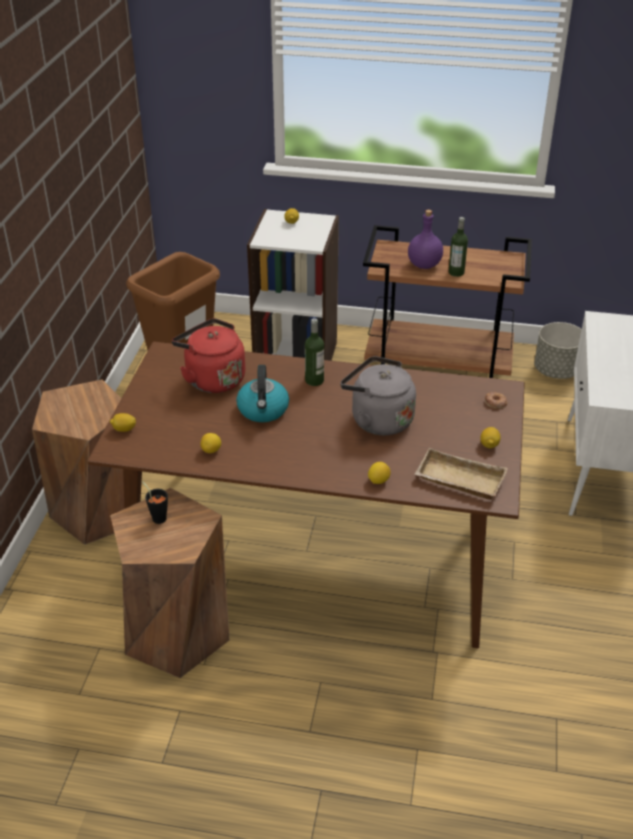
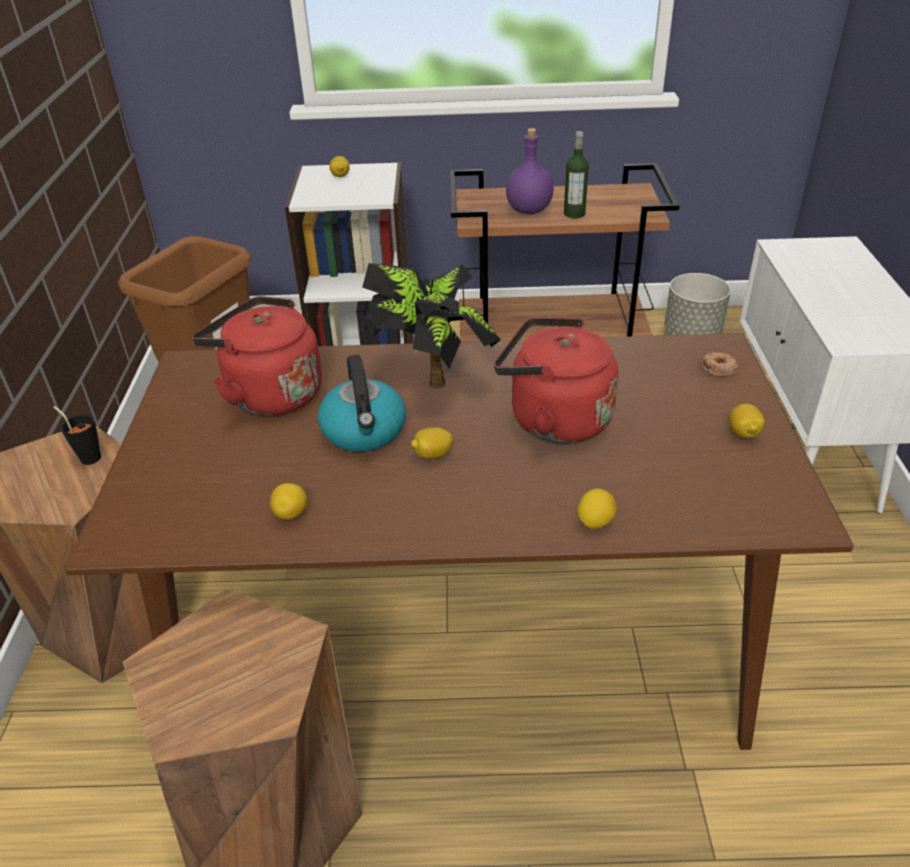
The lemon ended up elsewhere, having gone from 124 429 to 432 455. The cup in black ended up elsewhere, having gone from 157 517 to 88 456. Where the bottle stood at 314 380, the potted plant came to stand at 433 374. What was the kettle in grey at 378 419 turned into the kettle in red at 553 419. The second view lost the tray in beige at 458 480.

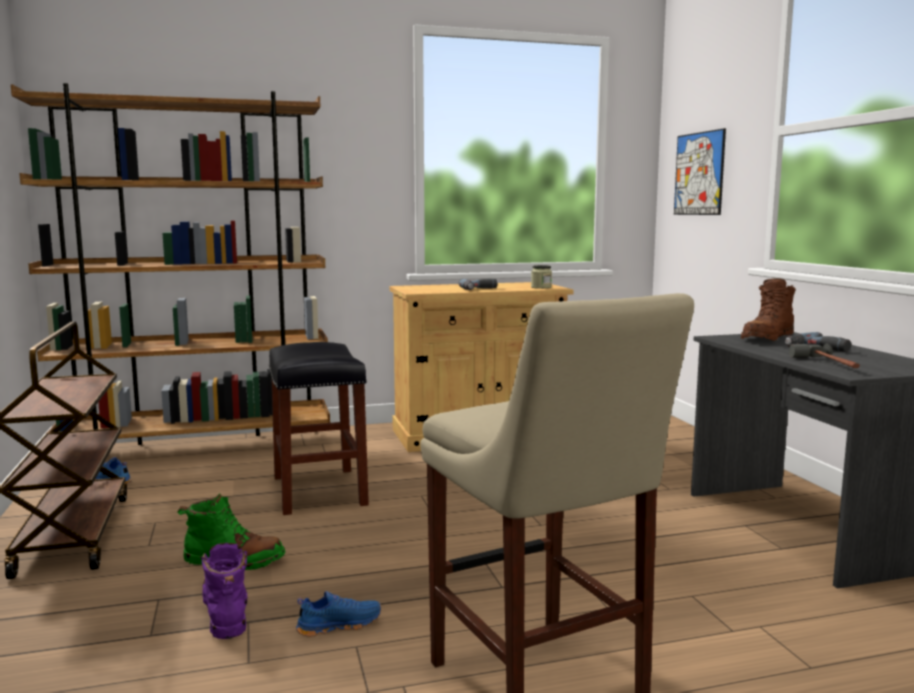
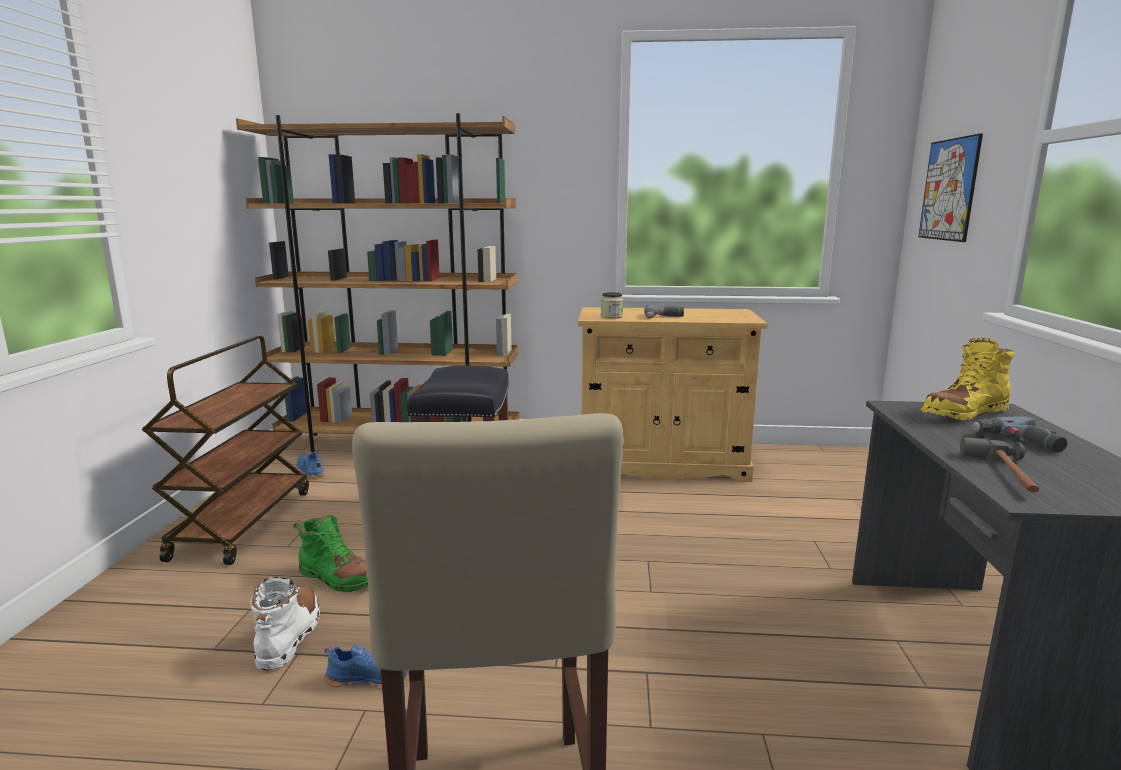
What was the boot in purple at 226 610 turned into the boot in white at 290 635. The jar ended up elsewhere, having gone from 541 287 to 611 316. What was the boot in brown at 767 338 turned into the boot in yellow at 963 413.

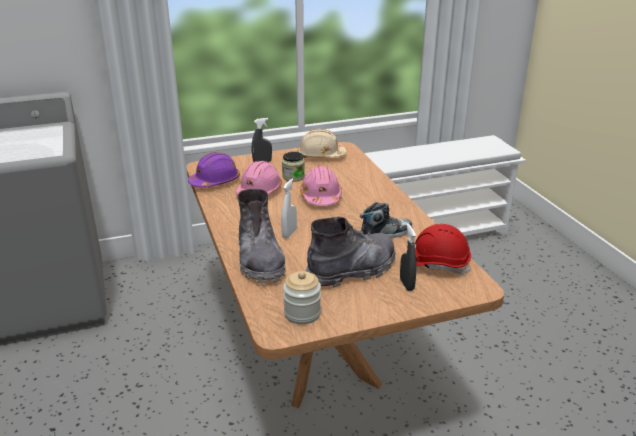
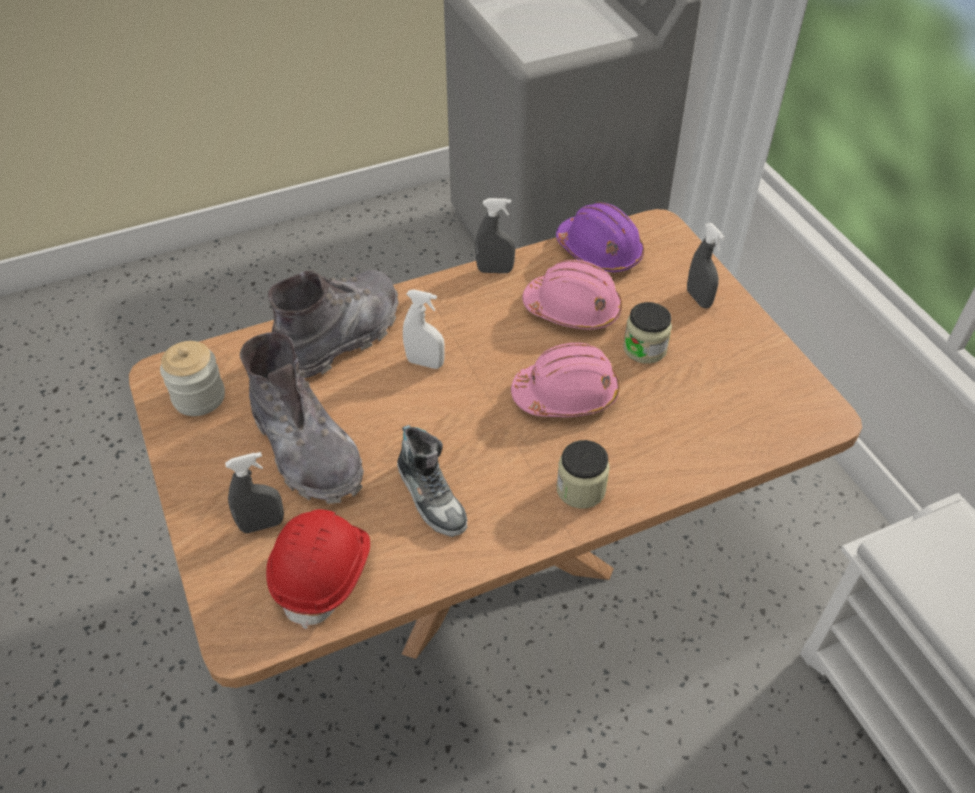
The boot in grey at 260 260 ended up facing another way, 150 degrees clockwise from before. The second view lost the hard hat in beige at 321 156. The second view gained the spray bottle in grey at 495 270. The second view gained the jar at 581 489.

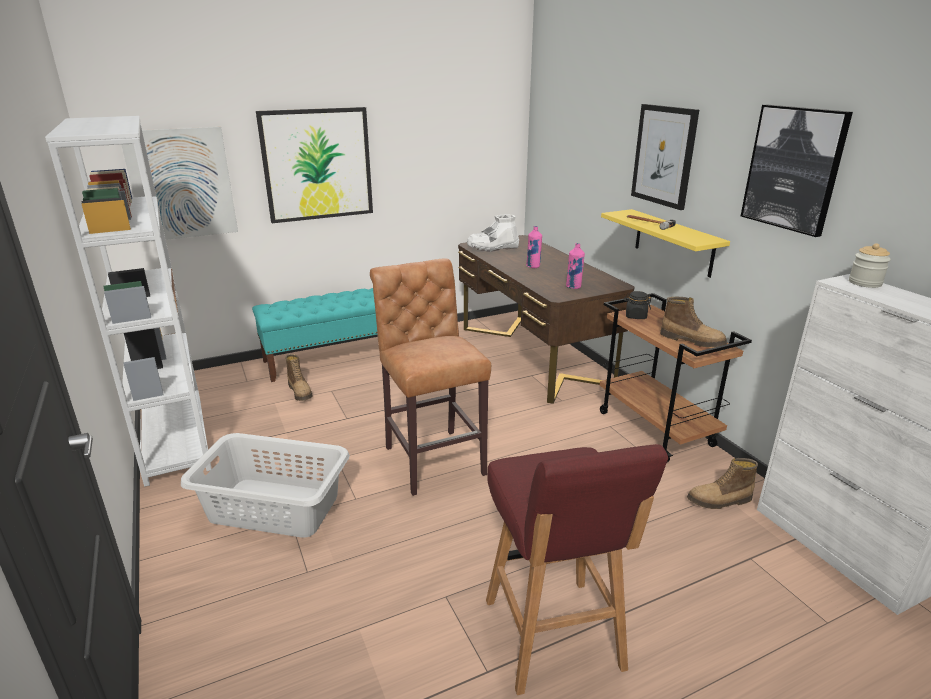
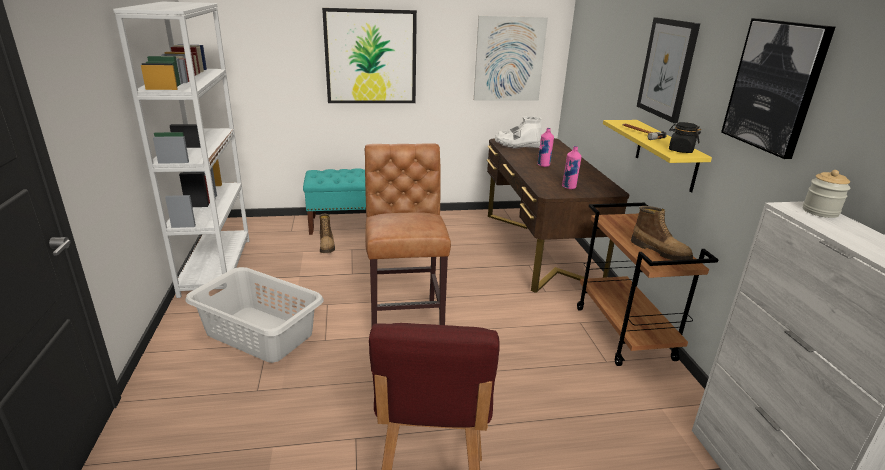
The picture ended up elsewhere, having gone from 182 184 to 509 59. The jar in black ended up elsewhere, having gone from 635 316 to 680 150. The second view lost the boot at 720 501.

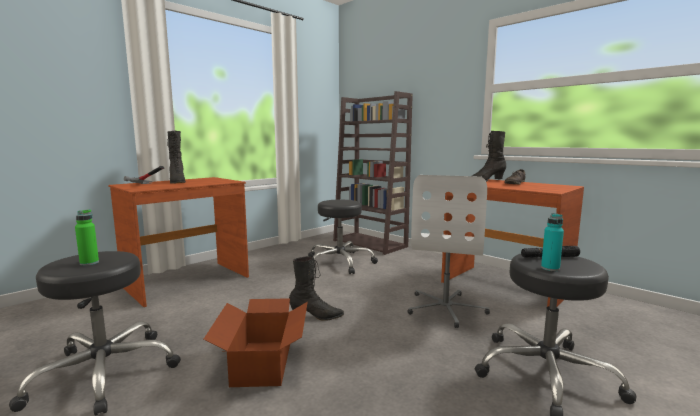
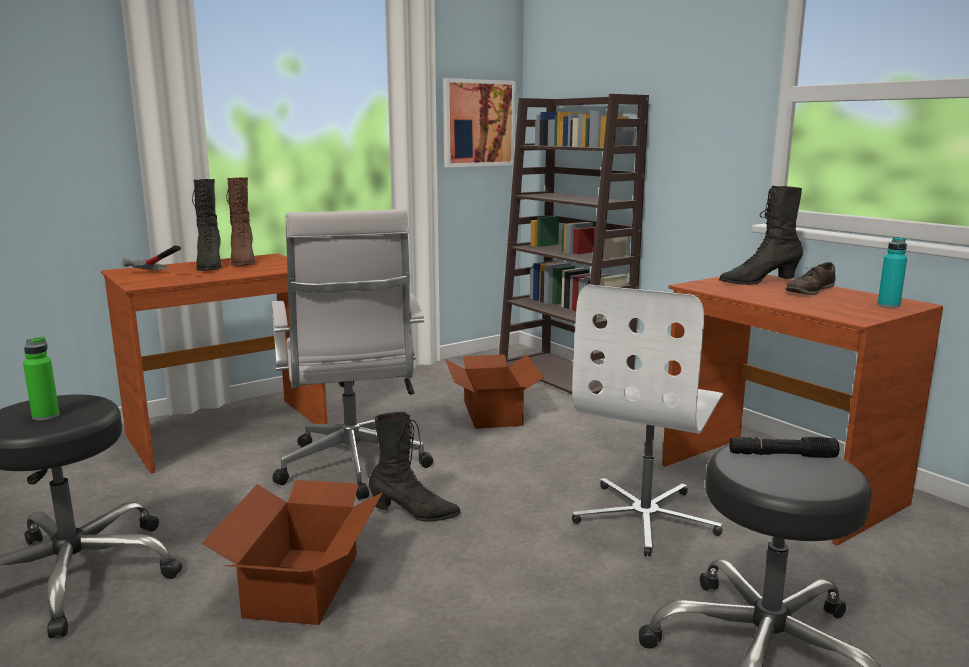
Where the stool in black stood at 340 262, the cardboard box came to stand at 493 413. The bottle in turquoise ended up elsewhere, having gone from 550 268 to 888 305. The second view gained the boot in brown at 243 262. The second view gained the office chair in white at 353 469. The second view gained the picture at 478 123.

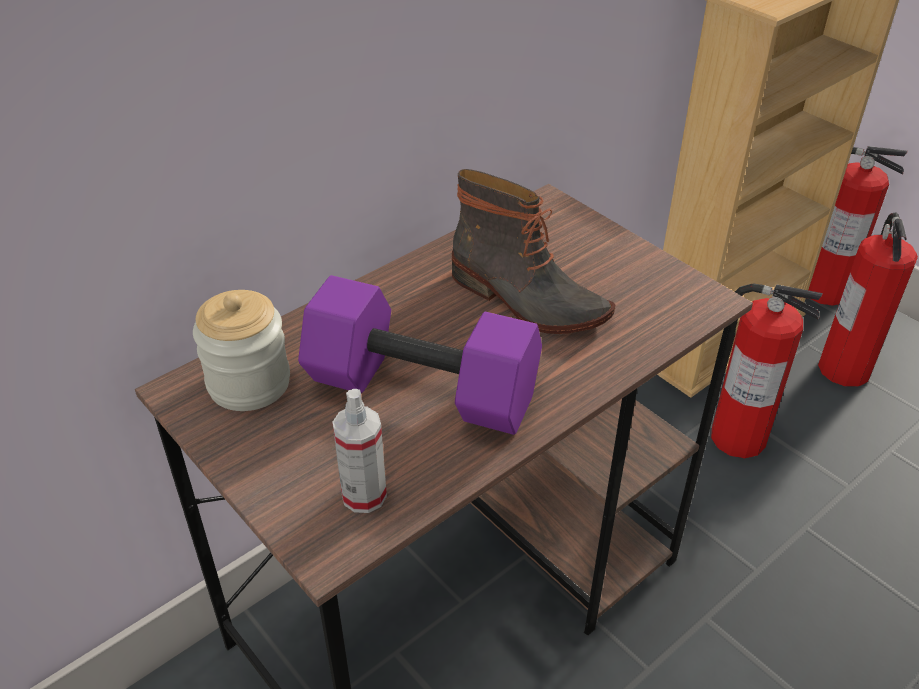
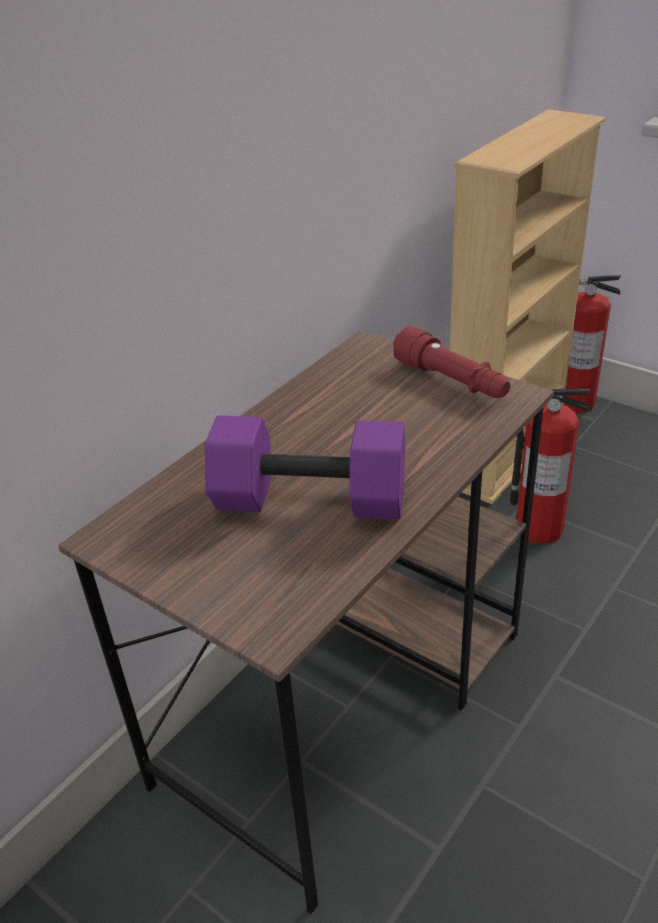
The second view lost the jar at 249 383. The second view lost the spray bottle at 364 495. The second view lost the boot at 526 301. The second view lost the fire extinguisher at 844 368. The second view gained the flashlight in red at 452 381.

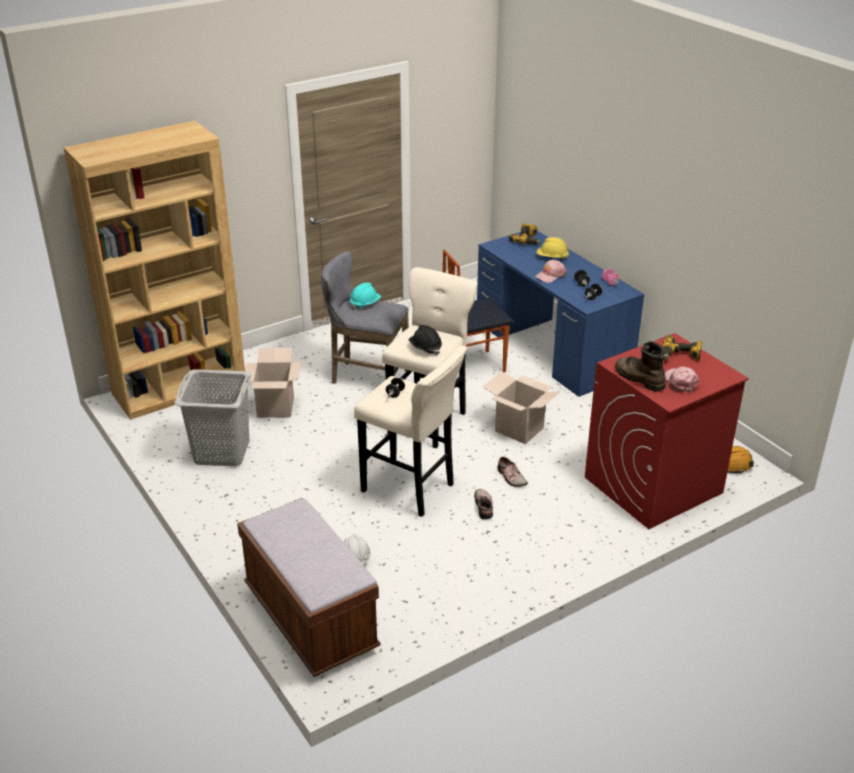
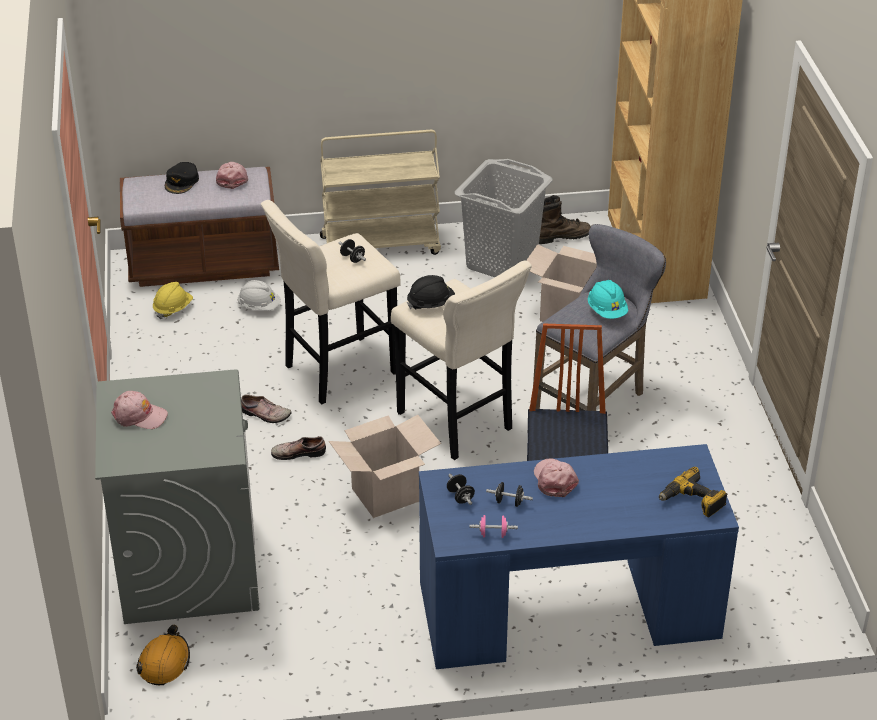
The hard hat in yellow ended up elsewhere, having gone from 552 258 to 173 309. What was the washing machine in red at 652 485 turned into the washing machine in grey at 189 566. The boot in brown ended up elsewhere, having gone from 638 379 to 562 236. The second view lost the power drill at 680 356. The second view gained the cap in black at 182 182. The second view gained the cap in pink at 232 178. The second view gained the cart in beige at 381 245.

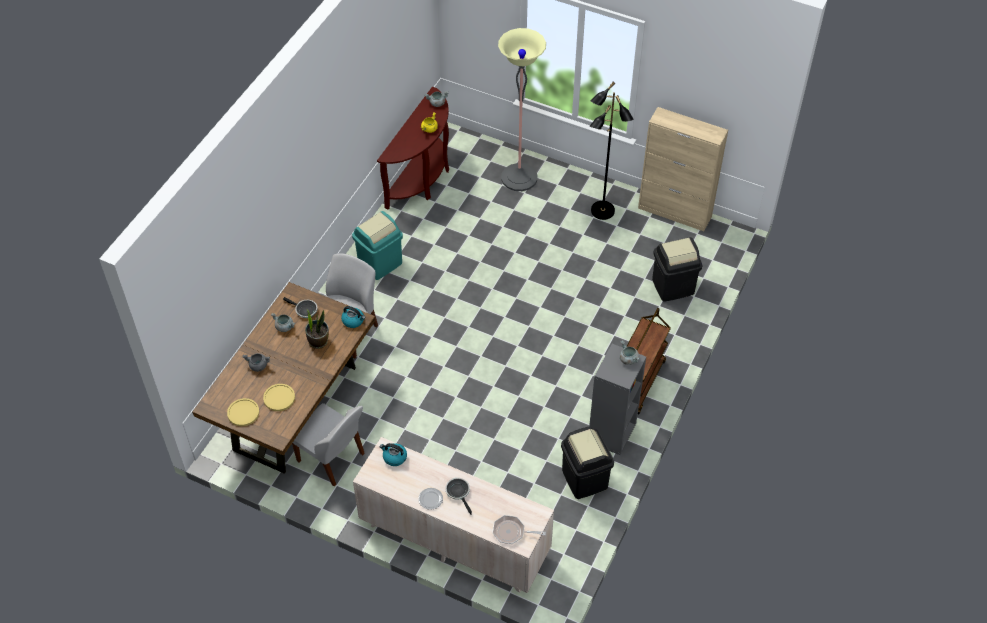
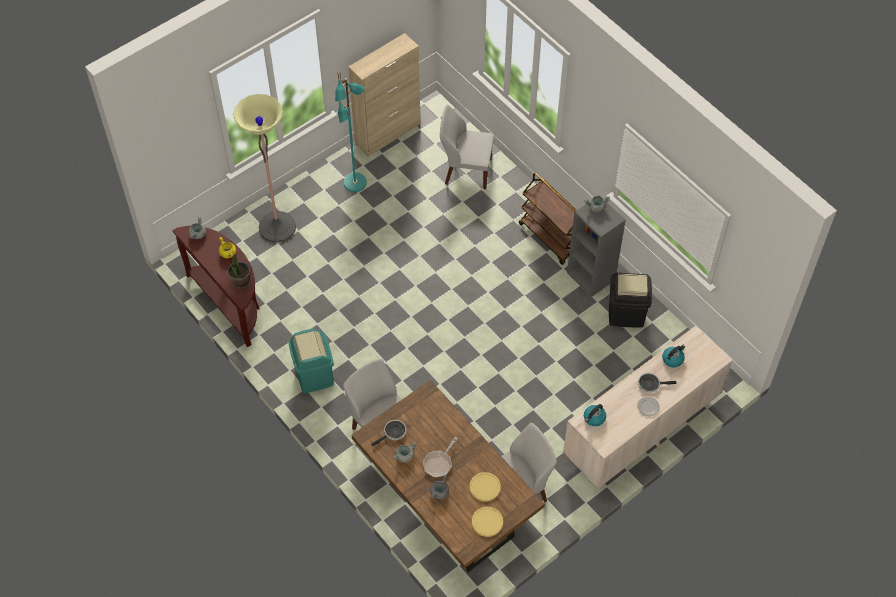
The potted plant ended up elsewhere, having gone from 318 341 to 241 281. The kettle ended up elsewhere, having gone from 353 321 to 673 359. The frying pan ended up elsewhere, having gone from 511 532 to 439 463. What was the floor lamp in black at 602 211 turned into the floor lamp in turquoise at 355 183. Where the trash can in black stood at 673 286, the chair in white came to stand at 466 171.

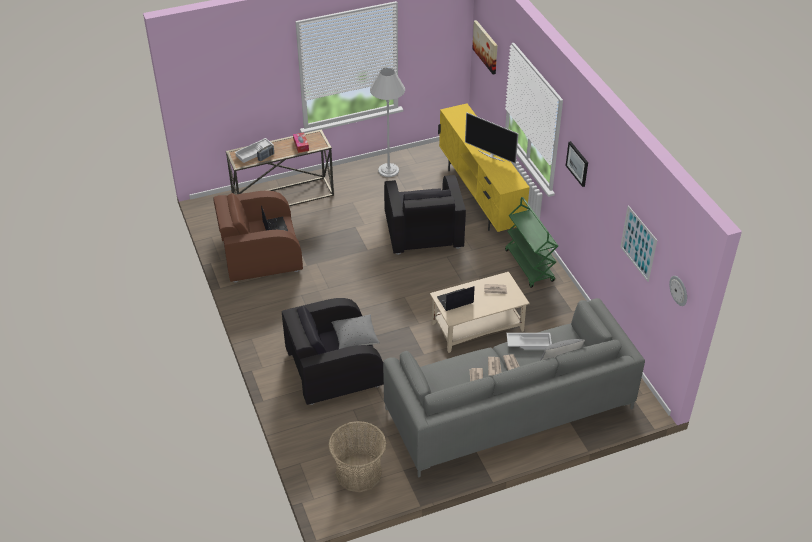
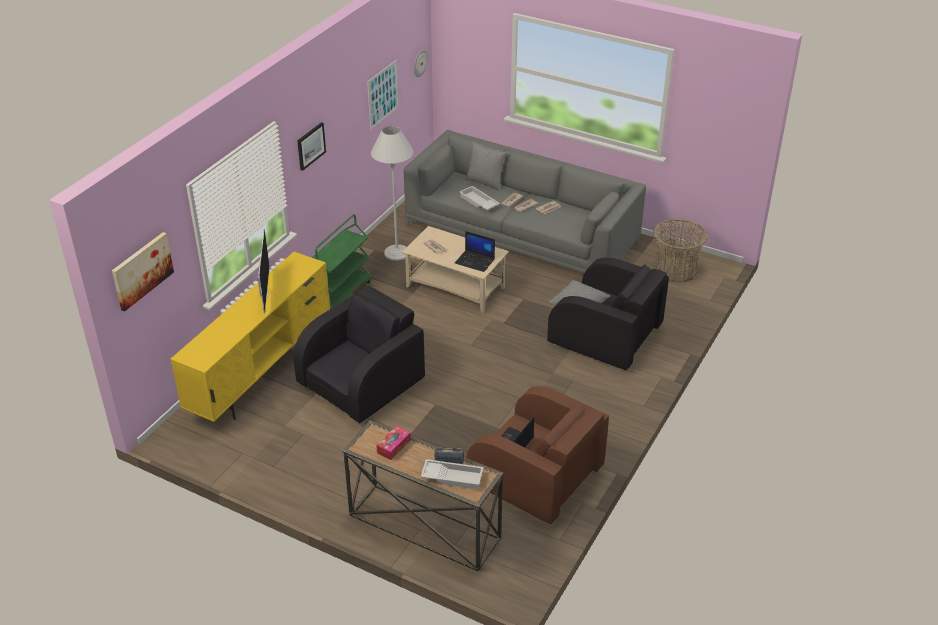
The floor lamp in white ended up elsewhere, having gone from 388 170 to 396 253.

